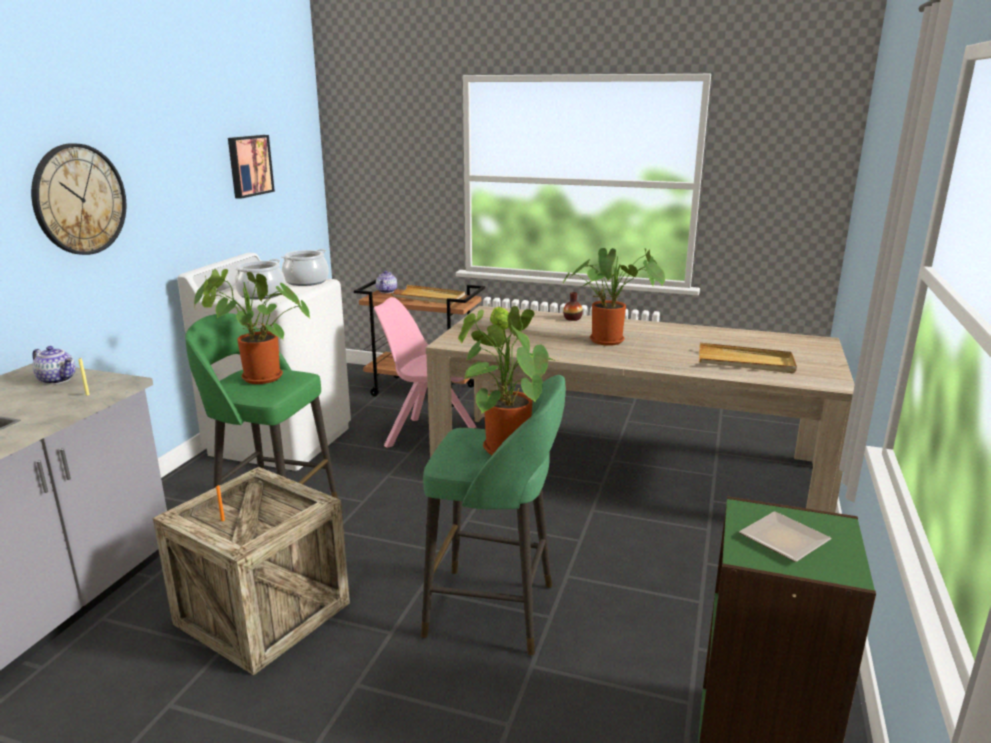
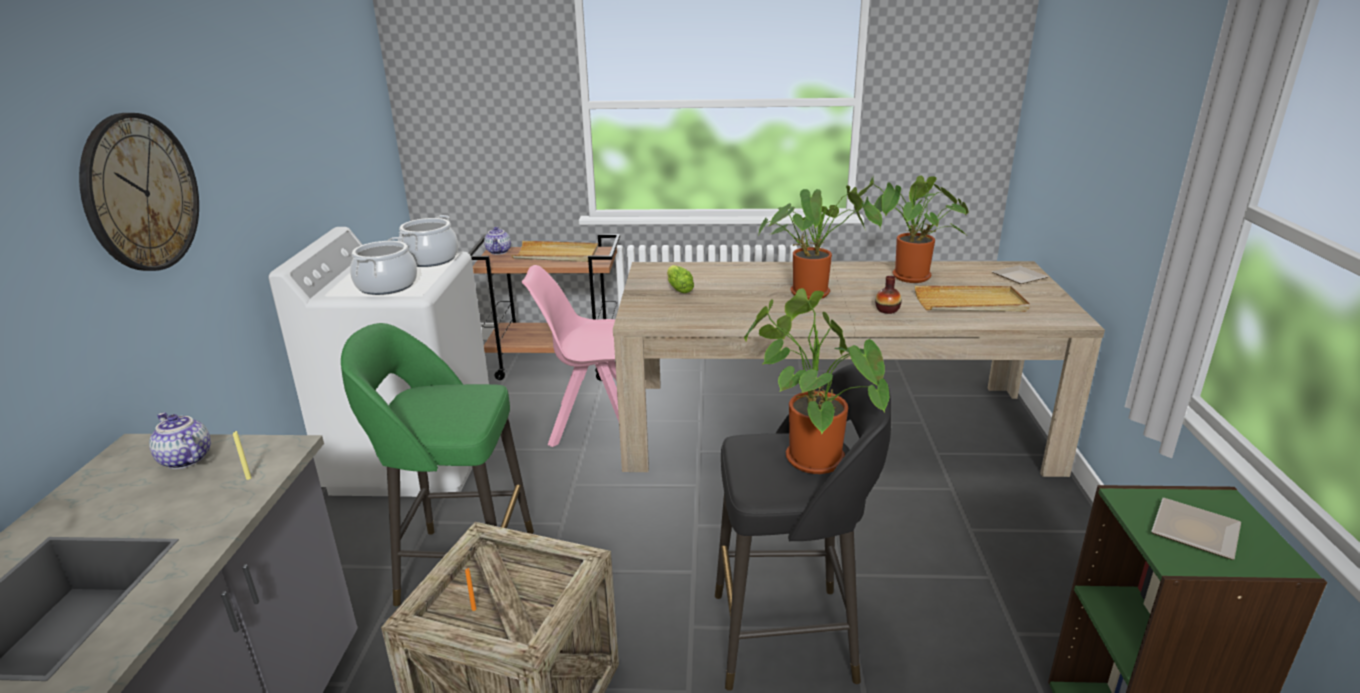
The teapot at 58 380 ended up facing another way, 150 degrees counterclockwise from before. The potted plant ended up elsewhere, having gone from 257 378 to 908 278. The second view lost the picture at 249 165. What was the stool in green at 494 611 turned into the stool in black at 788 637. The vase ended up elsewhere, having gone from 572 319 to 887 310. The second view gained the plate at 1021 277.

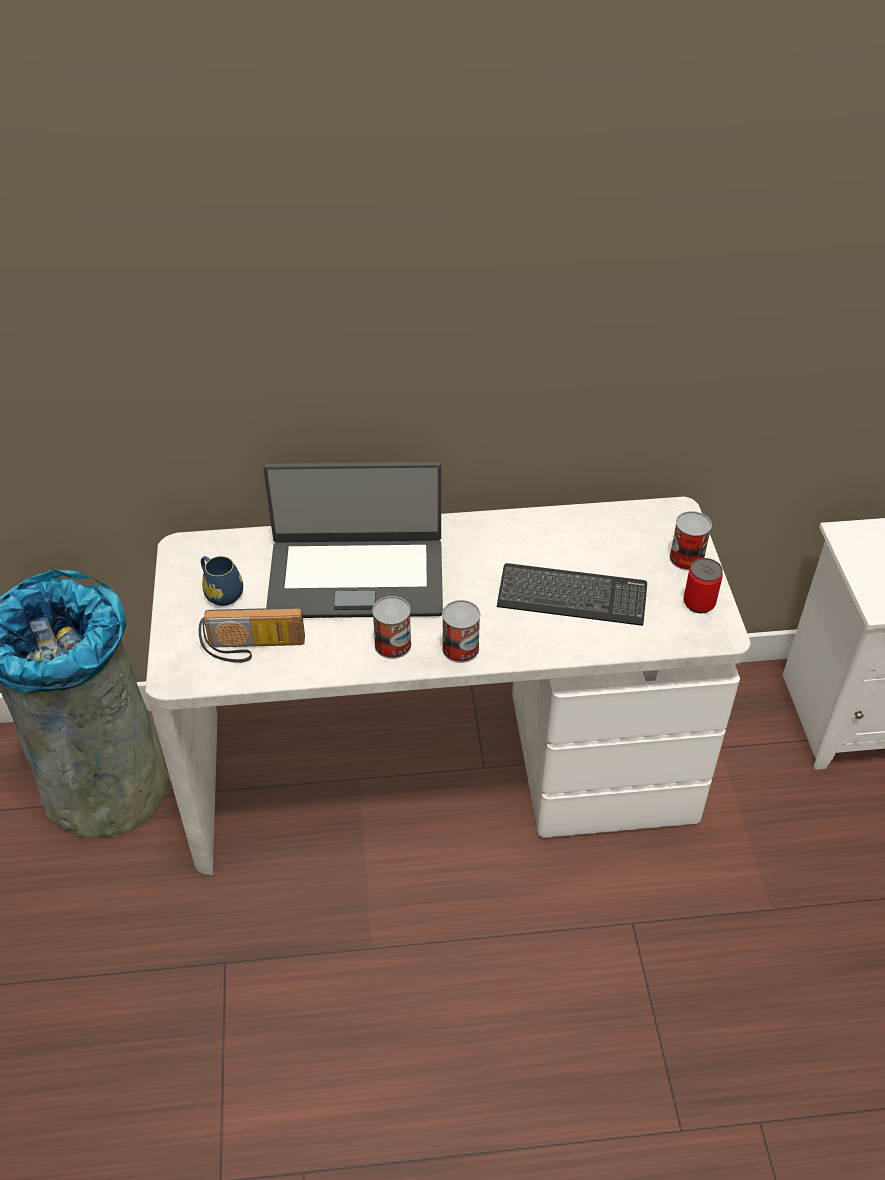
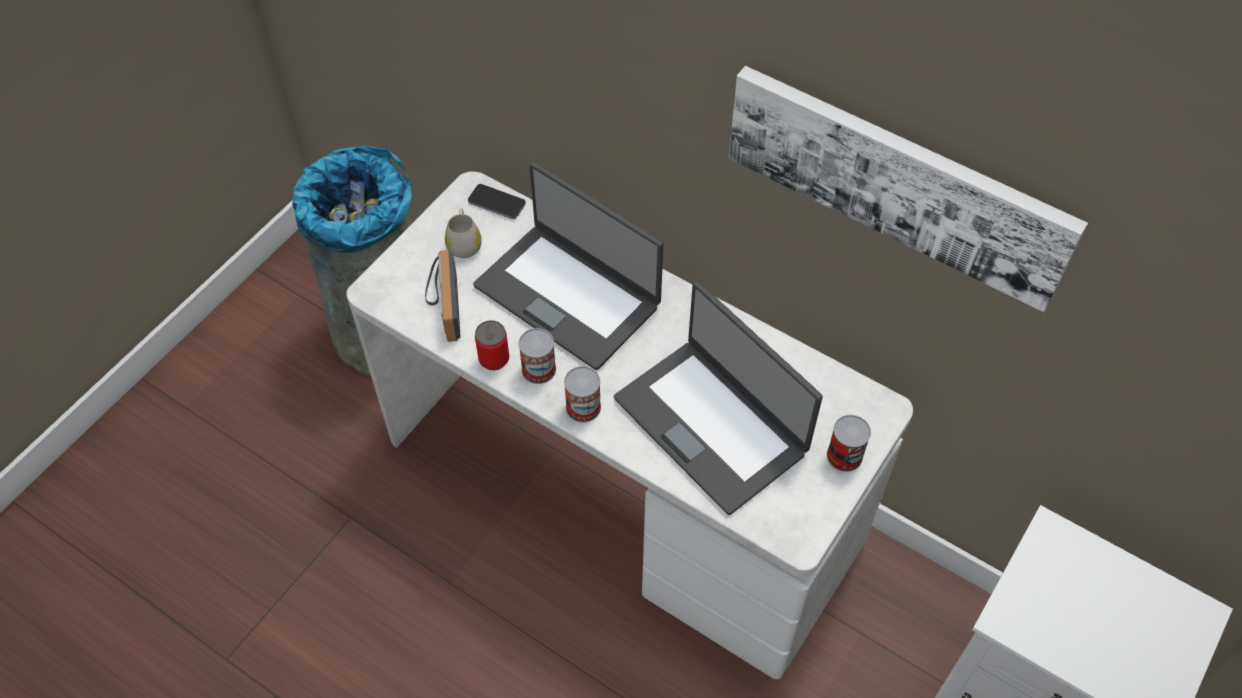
The radio at 253 649 ended up facing another way, 45 degrees clockwise from before. What was the mug in blue at 221 592 turned into the mug in white at 464 243. Where the keyboard stood at 572 597, the laptop came to stand at 712 424. The can ended up elsewhere, having gone from 699 603 to 494 359. The second view gained the phone at 496 203. The second view gained the picture at 897 182.

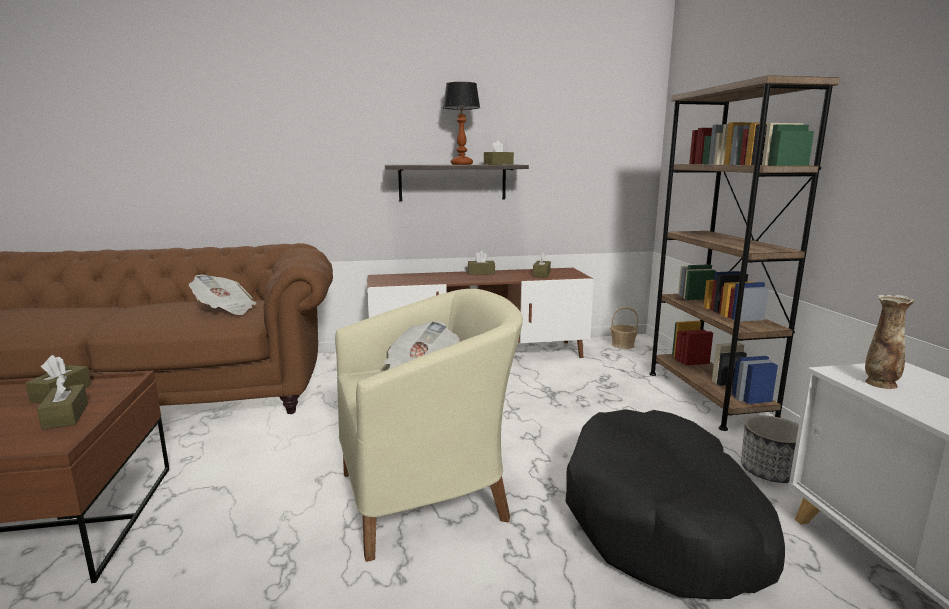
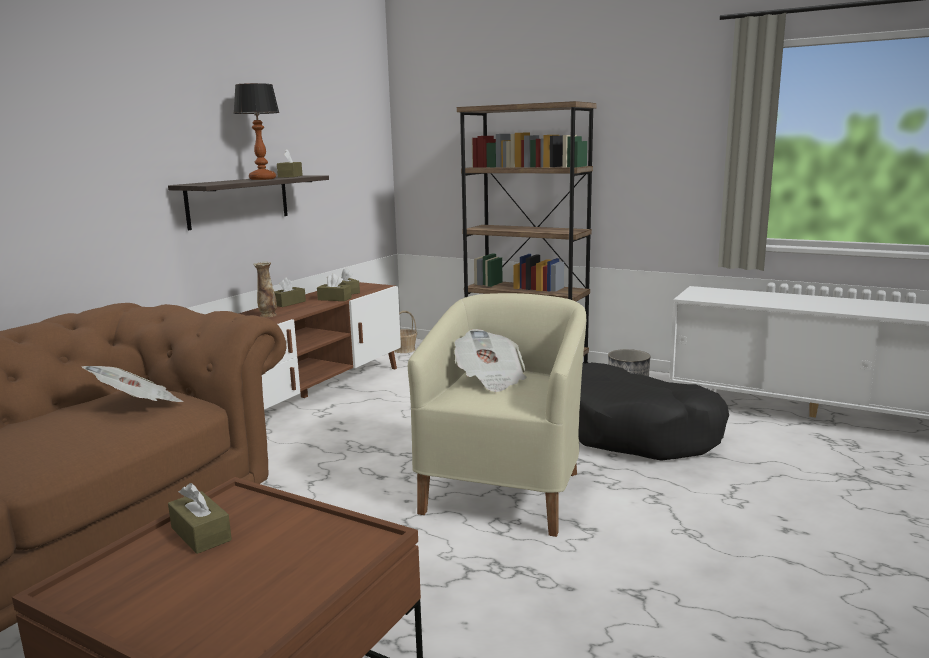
The tissue box in brown ended up elsewhere, having gone from 66 416 to 334 299. The vase ended up elsewhere, having gone from 880 383 to 268 315.

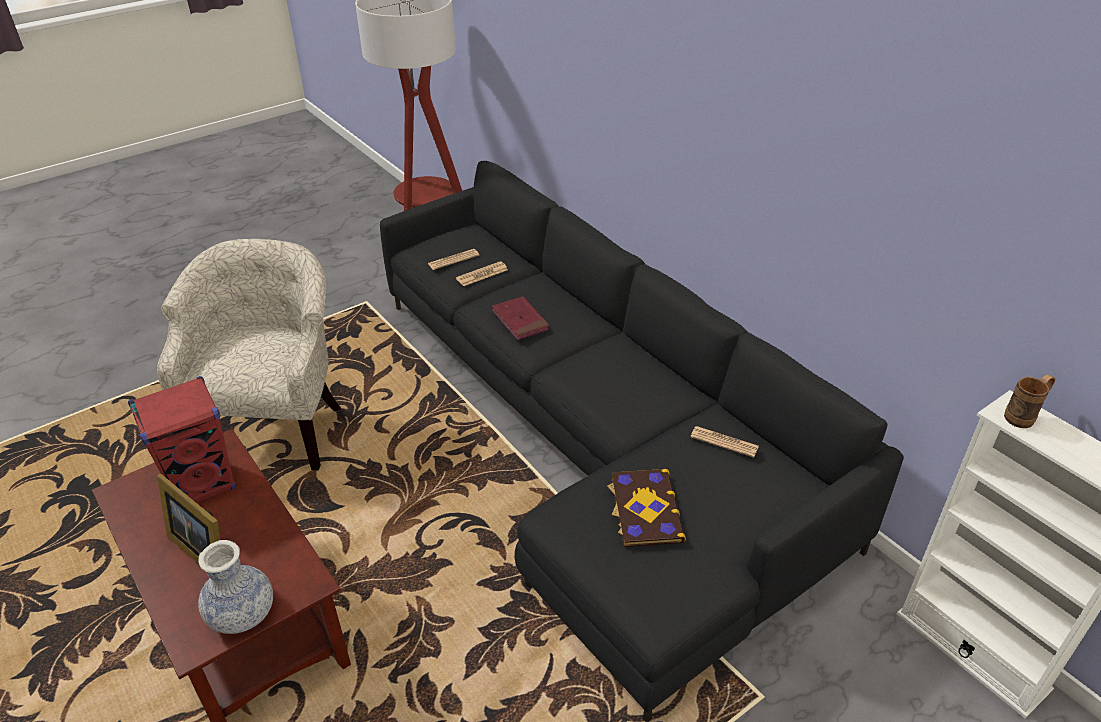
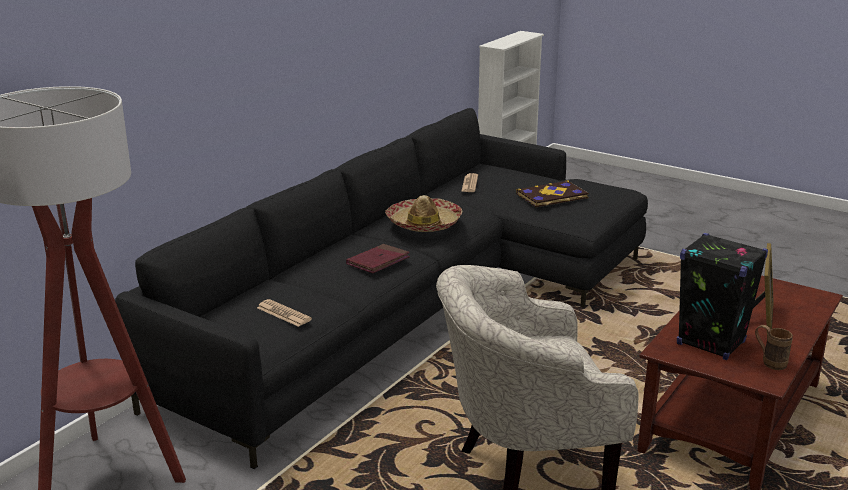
What was the speaker in red at 202 484 turned into the speaker in black at 710 343. The second view lost the vase at 242 615. The second view lost the newspaper at 482 274. The mug in brown ended up elsewhere, having gone from 1024 416 to 769 362. The second view gained the hat at 424 223.

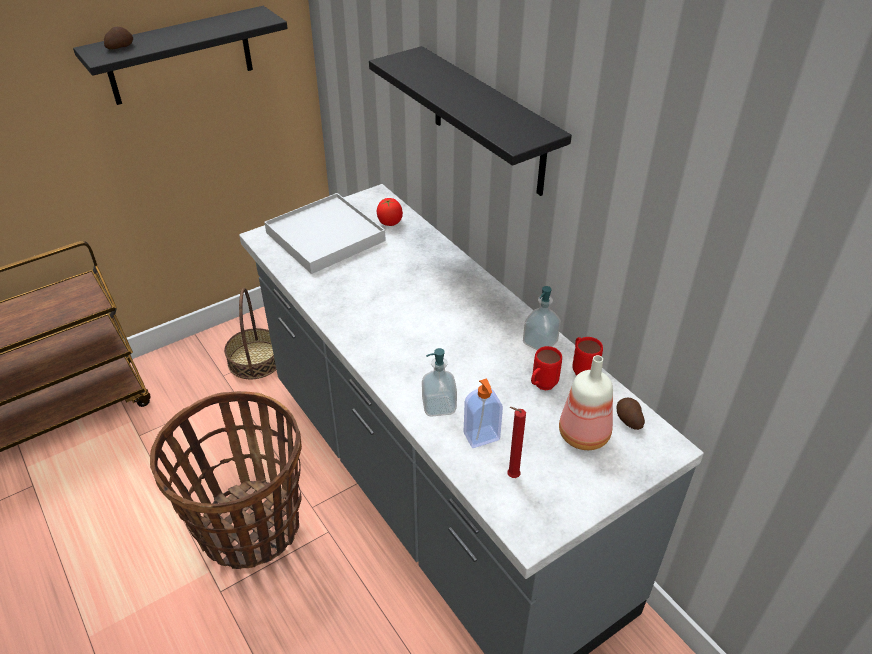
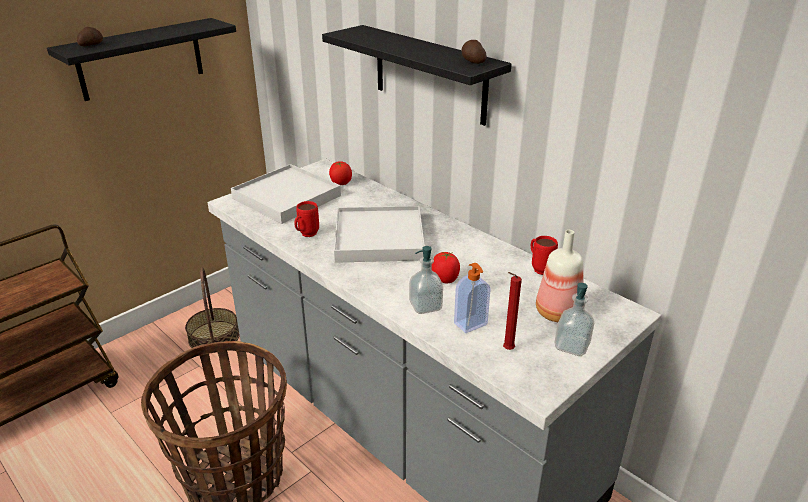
The soap dispenser ended up elsewhere, having gone from 540 342 to 571 346. The mug in red ended up elsewhere, having gone from 541 386 to 306 235. The potato ended up elsewhere, having gone from 628 420 to 472 61. The second view gained the tray in white at 379 238. The second view gained the tomato at 445 279.

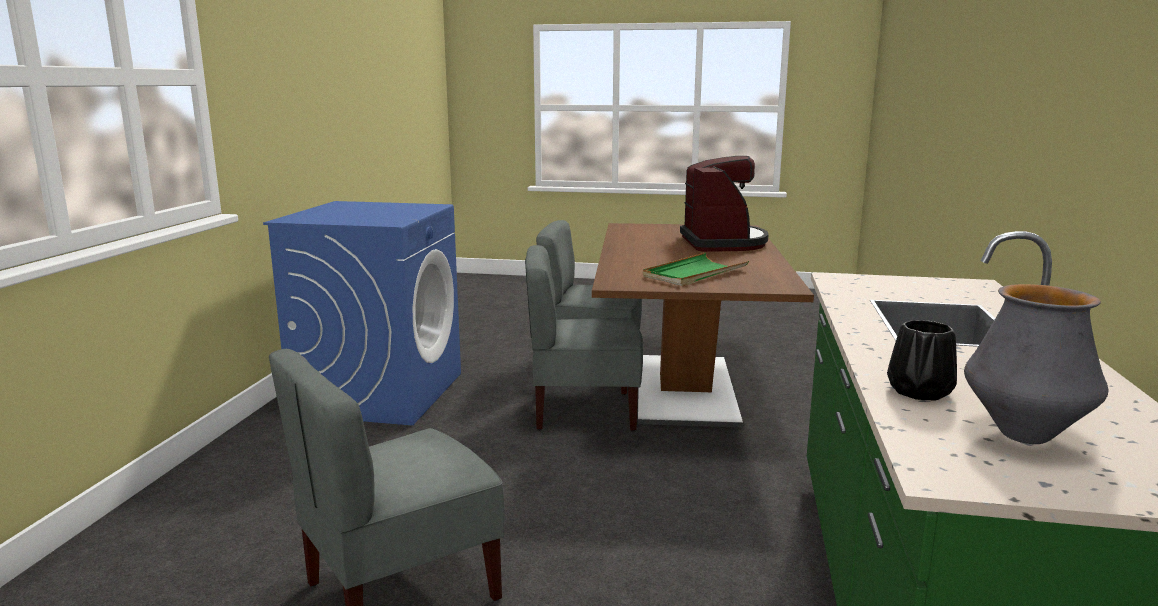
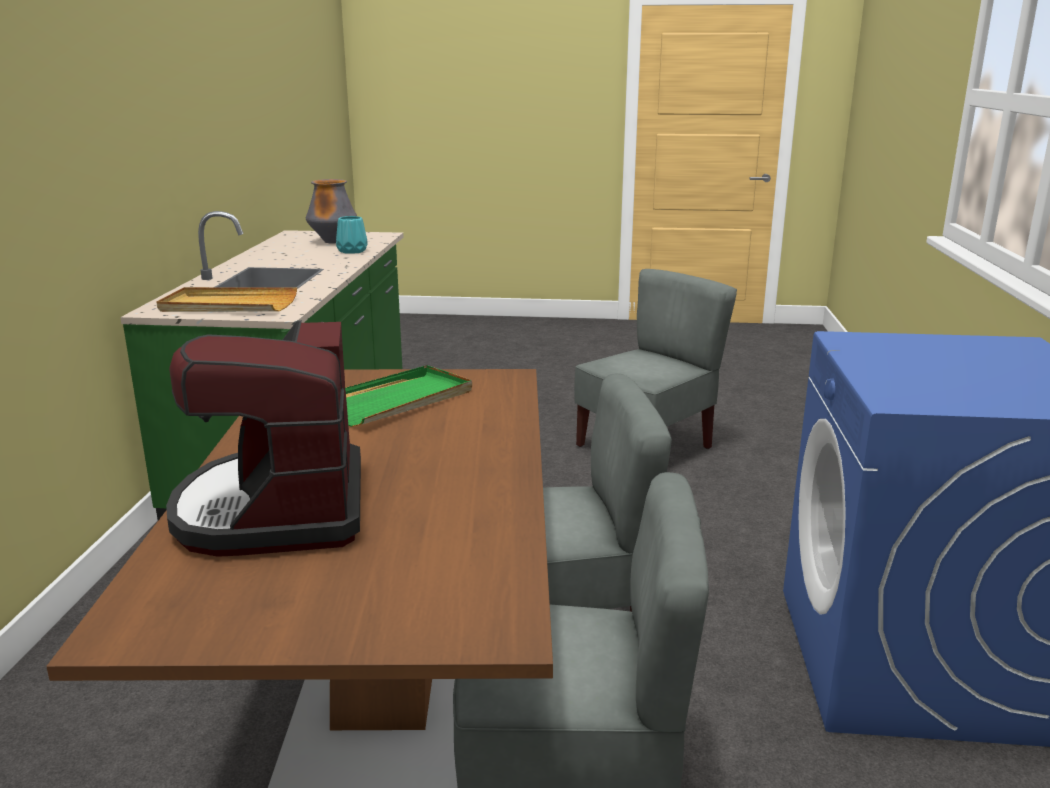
What was the vase in black at 917 391 turned into the vase in turquoise at 353 251. The second view gained the tray in beige at 228 305.

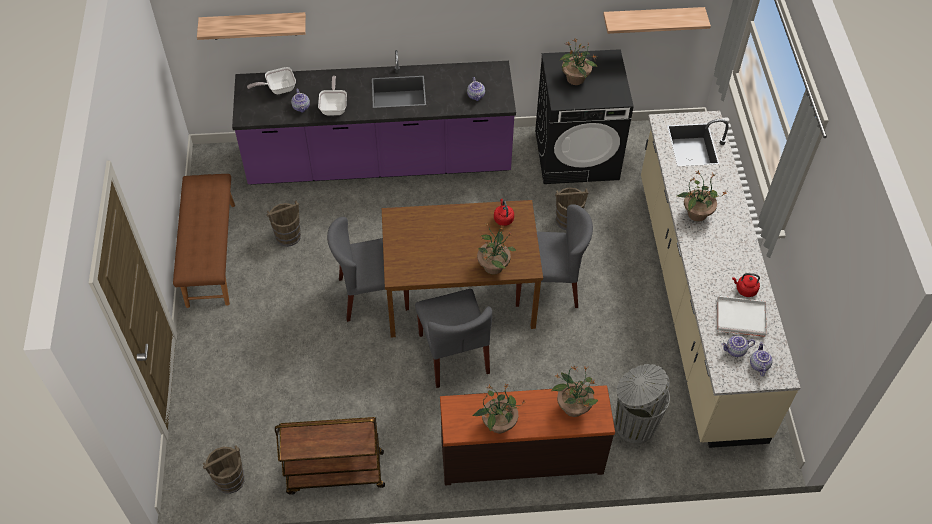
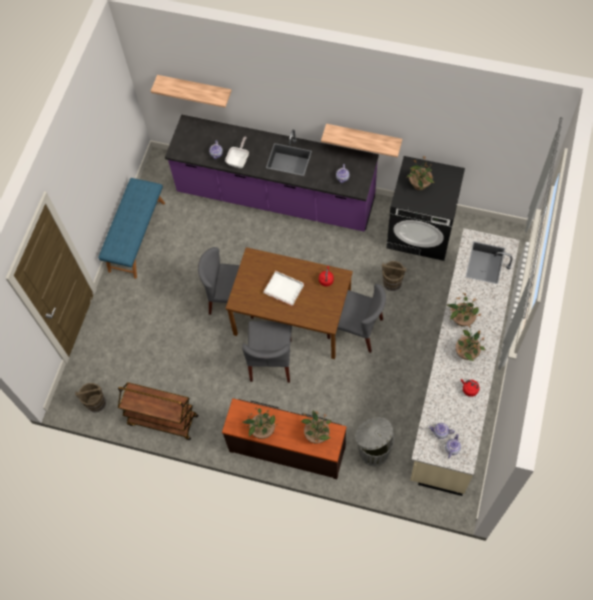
What was the bench in brown at 210 254 turned into the bench in blue at 136 236. The second view lost the frying pan at 278 89. The second view lost the bucket in brown at 288 236. The potted plant ended up elsewhere, having gone from 493 265 to 467 352. The shelf ended up elsewhere, having gone from 652 20 to 363 137. The tray in white ended up elsewhere, having gone from 741 317 to 284 289.

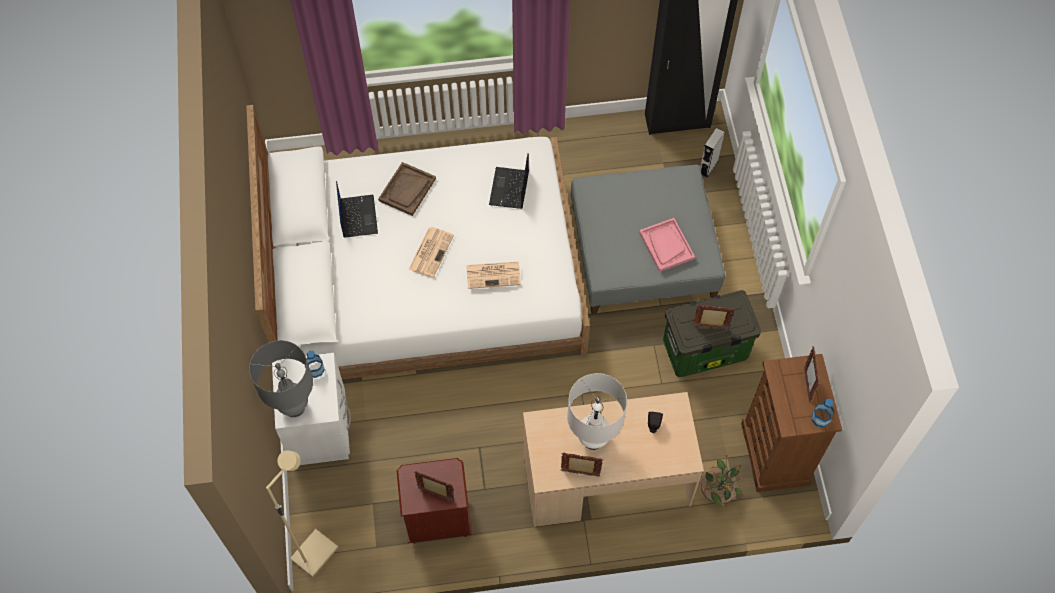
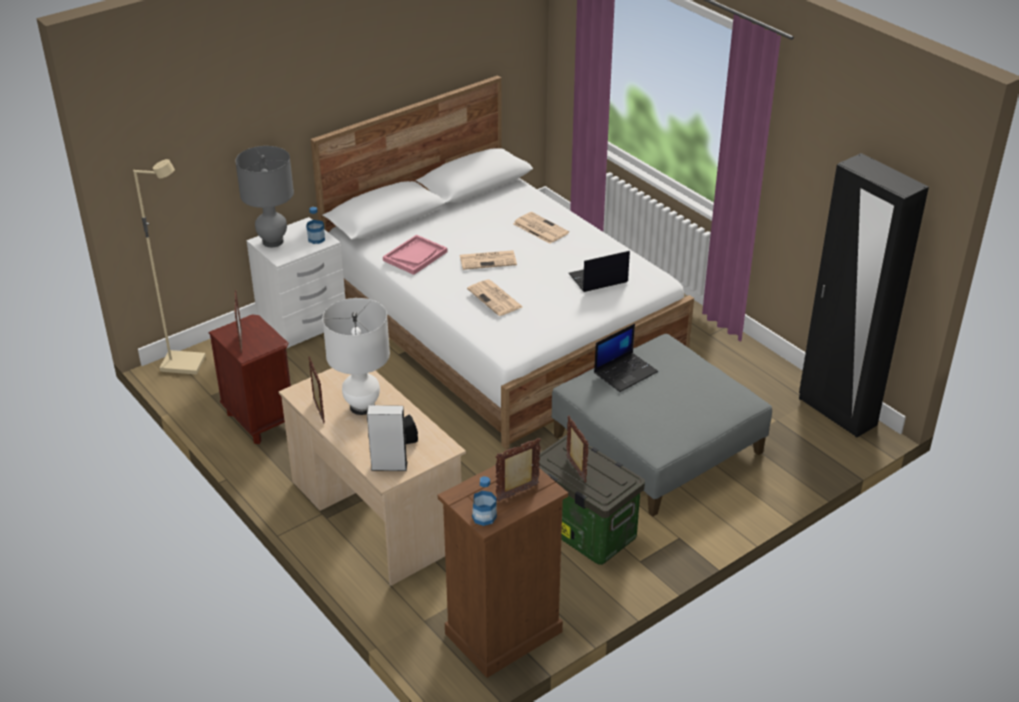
The laptop ended up elsewhere, having gone from 357 216 to 625 372. Where the tray in brown stood at 407 190, the newspaper came to stand at 539 228. The tray in pink ended up elsewhere, having gone from 666 245 to 415 256. The speaker in grey ended up elsewhere, having gone from 708 167 to 389 466. The second view lost the potted plant at 717 492.

